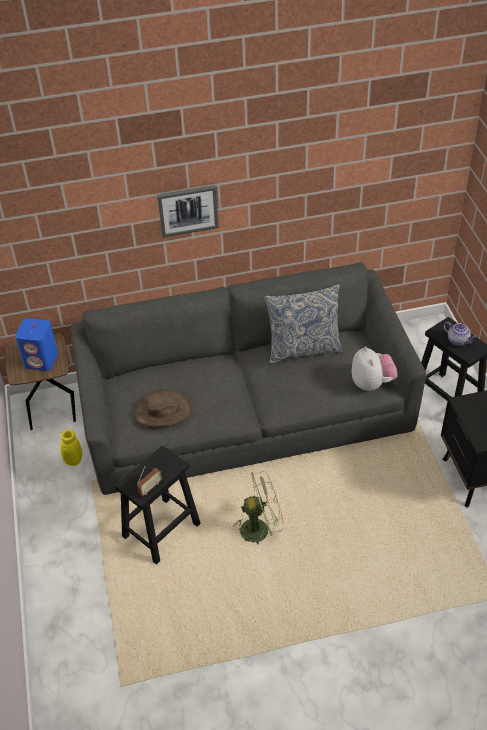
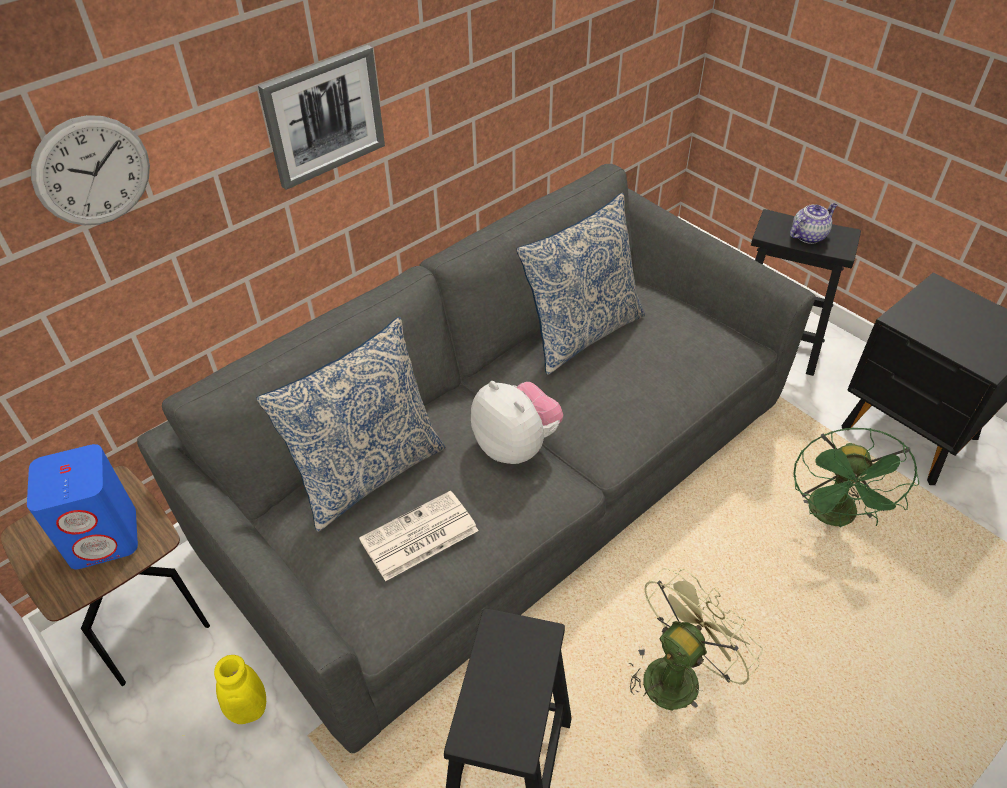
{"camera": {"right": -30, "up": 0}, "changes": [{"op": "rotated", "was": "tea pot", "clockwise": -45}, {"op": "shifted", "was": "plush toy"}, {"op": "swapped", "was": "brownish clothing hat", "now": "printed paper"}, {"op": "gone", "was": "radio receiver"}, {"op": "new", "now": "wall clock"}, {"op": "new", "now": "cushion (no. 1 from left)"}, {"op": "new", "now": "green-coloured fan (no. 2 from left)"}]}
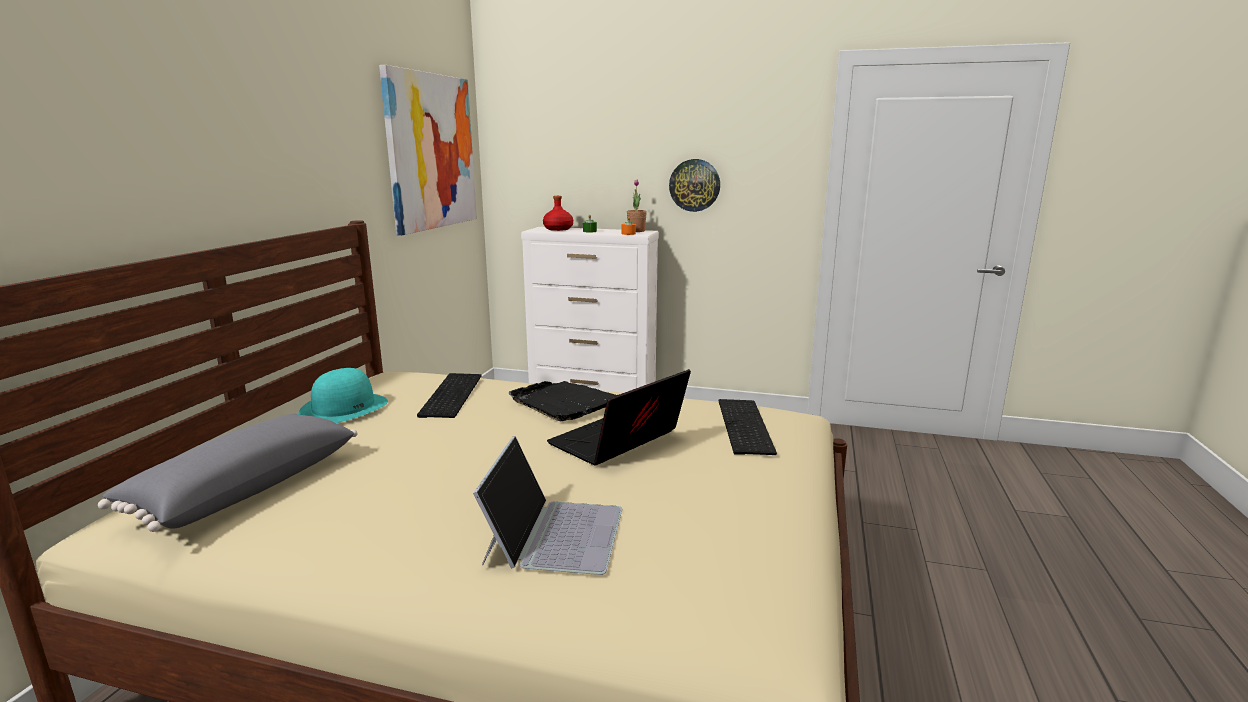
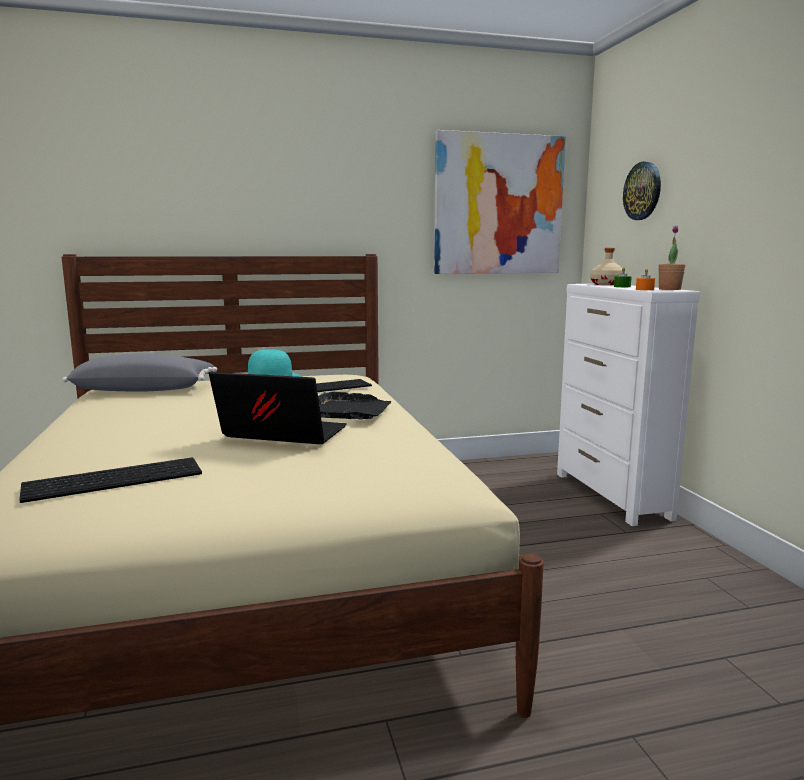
{"camera": {"right": 60, "up": -5}, "changes": [{"op": "shifted", "was": "wall clock"}, {"op": "repainted", "was": "red bottle", "now": "beige bottle"}, {"op": "shifted", "was": "PC keyboard (no. 2 from left in the first image)", "now": "PC keyboard (no. 1 from left)"}, {"op": "gone", "was": "portable computer (no. 1 from left)"}]}
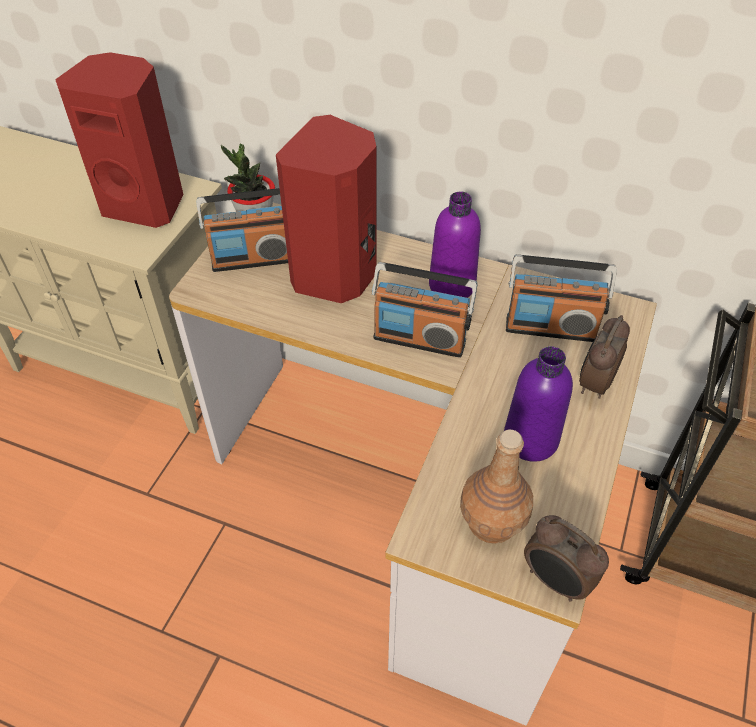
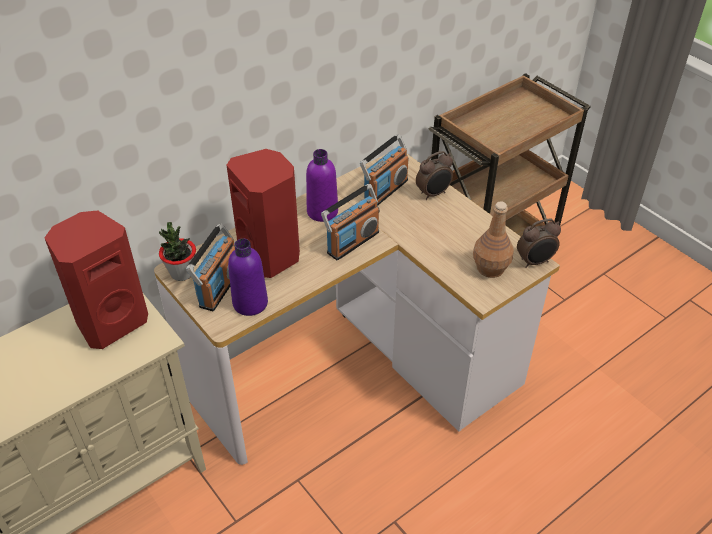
{"camera": {"right": -60, "up": -5}, "changes": [{"op": "rotated", "was": "bedside clock (no. 2 from left in the first image)", "clockwise": -90}, {"op": "shifted", "was": "purple-coloured bottle (no. 2 from left in the first image)", "now": "purple-coloured bottle (no. 1 from left)"}]}
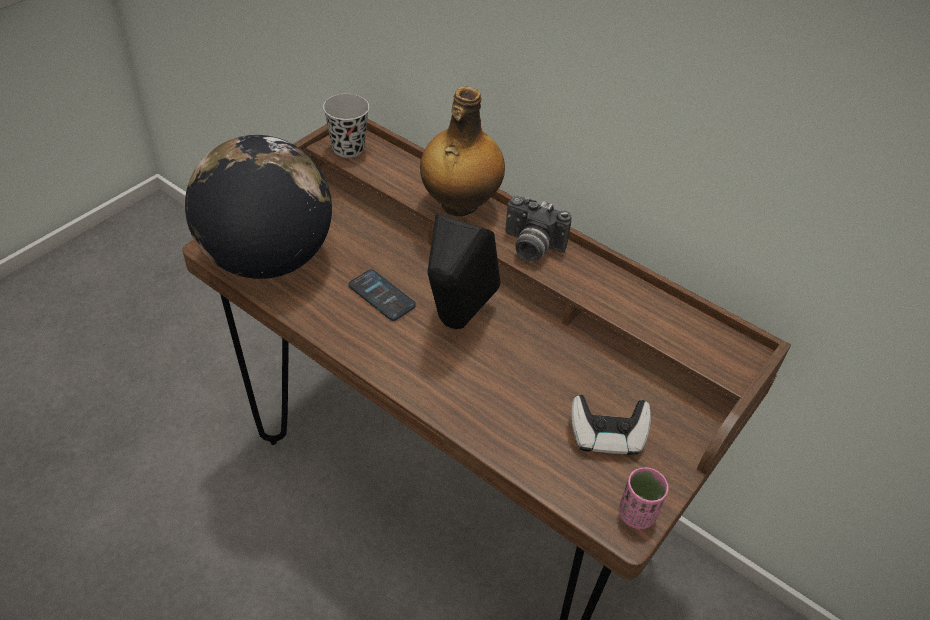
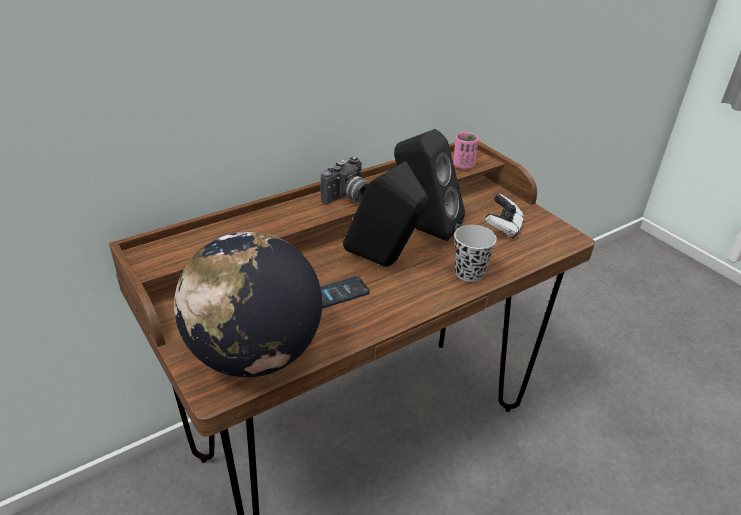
{"camera": {"right": -70, "up": -10}, "changes": [{"op": "gone", "was": "bottle"}, {"op": "shifted", "was": "blackish small cup"}, {"op": "shifted", "was": "pink-coloured small cup"}, {"op": "new", "now": "blackish loudspeaker (no. 2 from left)"}]}
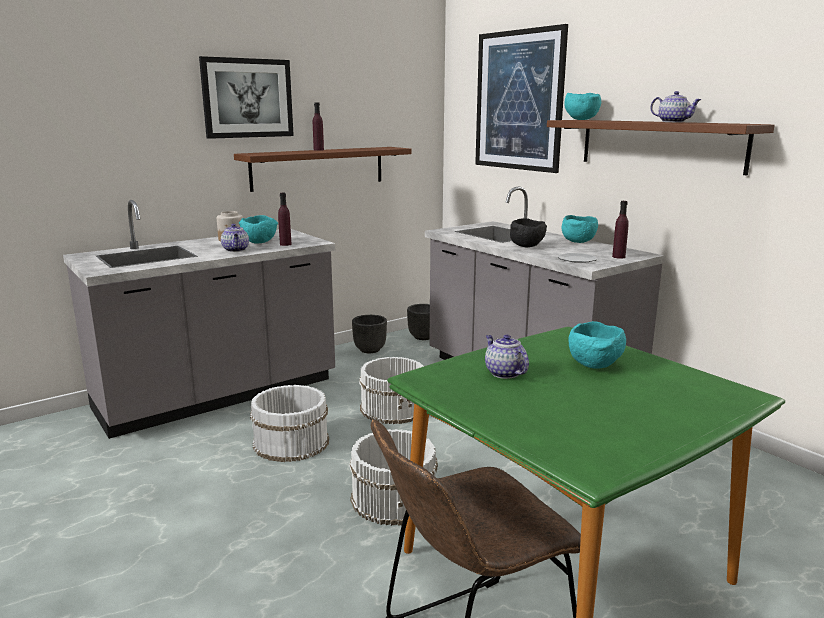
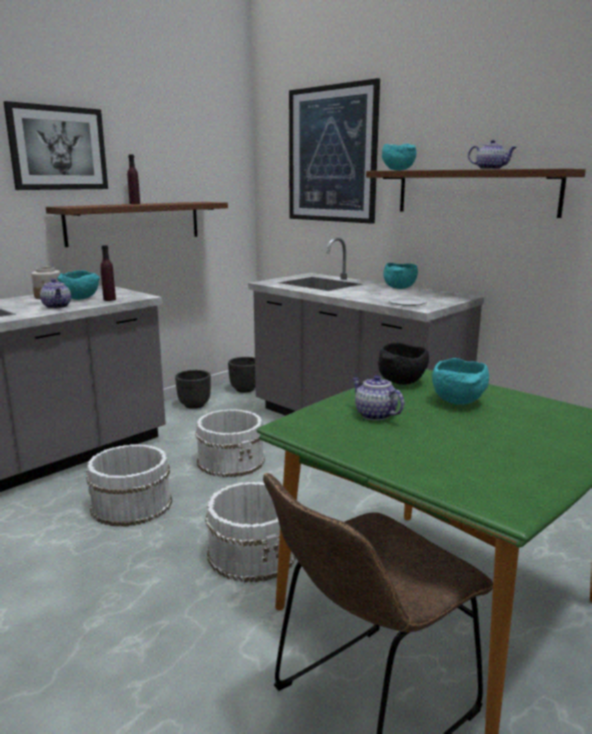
{"camera": {"right": -10, "up": 0}, "changes": [{"op": "gone", "was": "purple-coloured bottle (no. 3 from left)"}, {"op": "shifted", "was": "blackish bowl"}]}
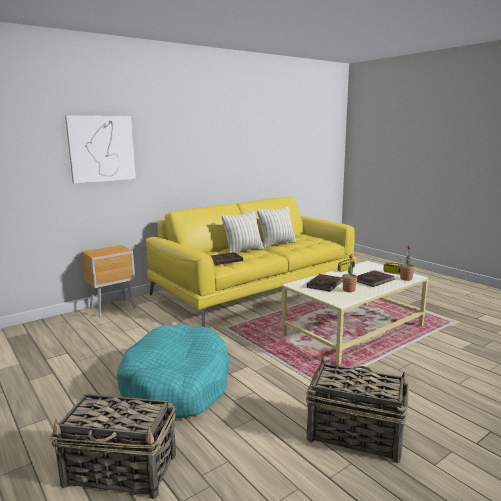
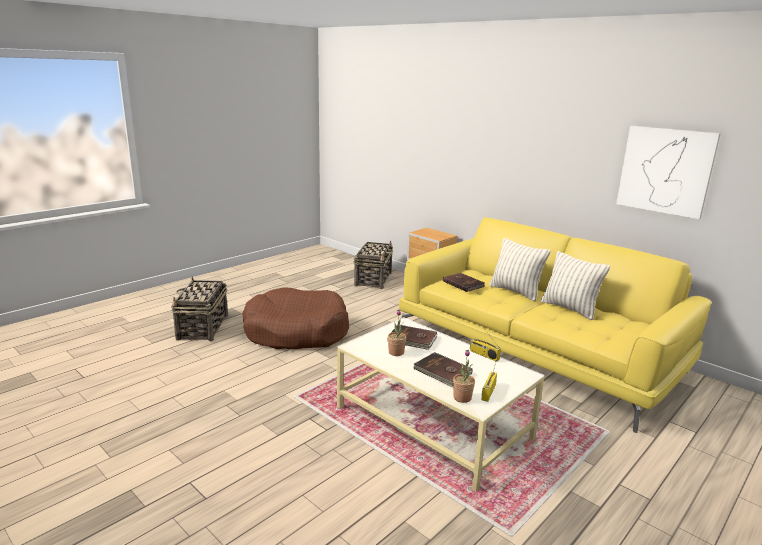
{"camera": {"right": 80, "up": 5}, "changes": [{"op": "shifted", "was": "picture"}, {"op": "repainted", "was": "turquoise-coloured pet bed", "now": "brownish pet bed"}, {"op": "shifted", "was": "storage basket (no. 2 from left)"}]}
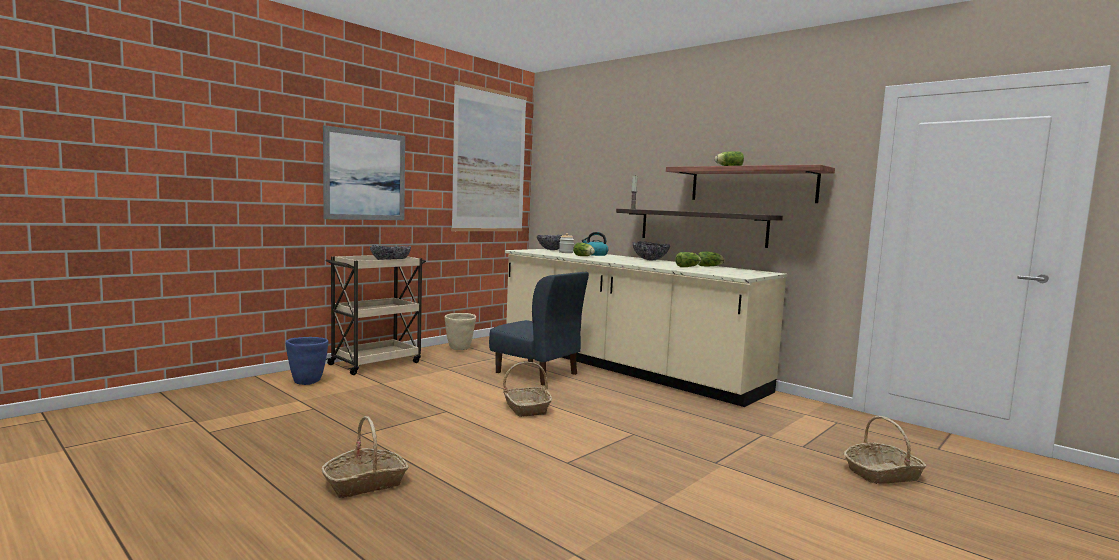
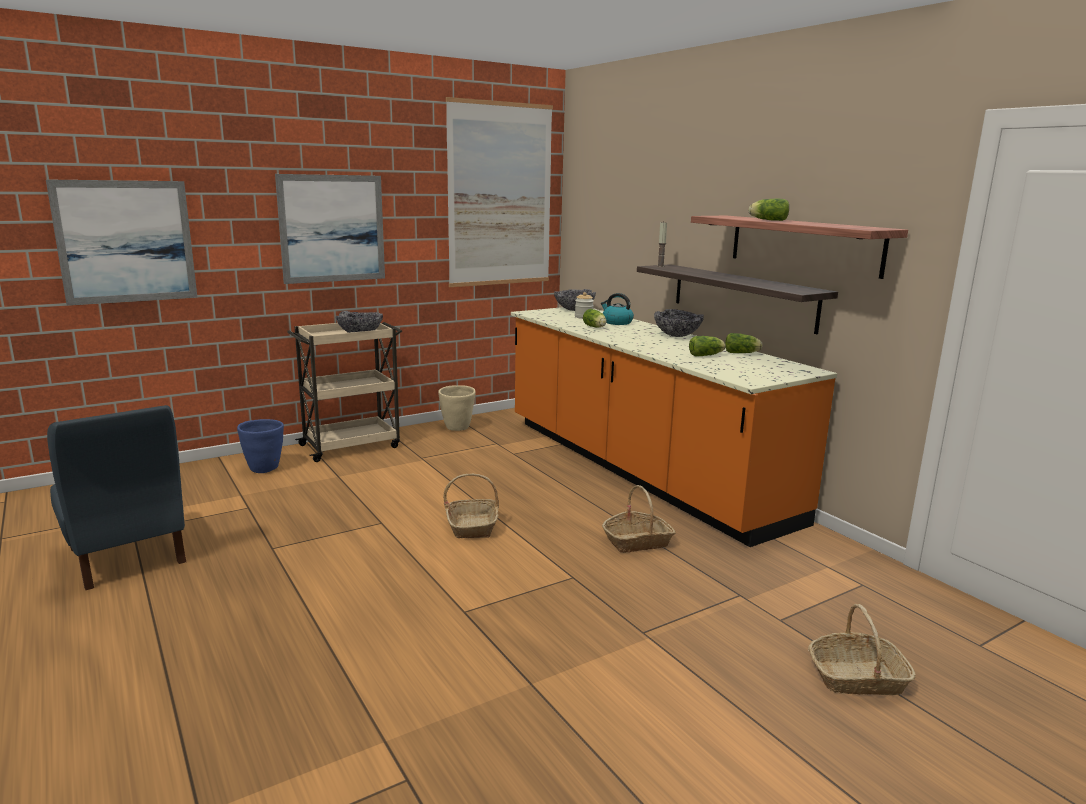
{"camera": {"right": 15, "up": 10}, "changes": [{"op": "repainted", "was": "beige counter", "now": "orangey counter"}, {"op": "shifted", "was": "bluish upright chair"}, {"op": "shifted", "was": "storage basket (no. 1 from left in the first image)", "now": "storage basket (no. 2 from left)"}, {"op": "new", "now": "picture (no. 1 from left)"}]}
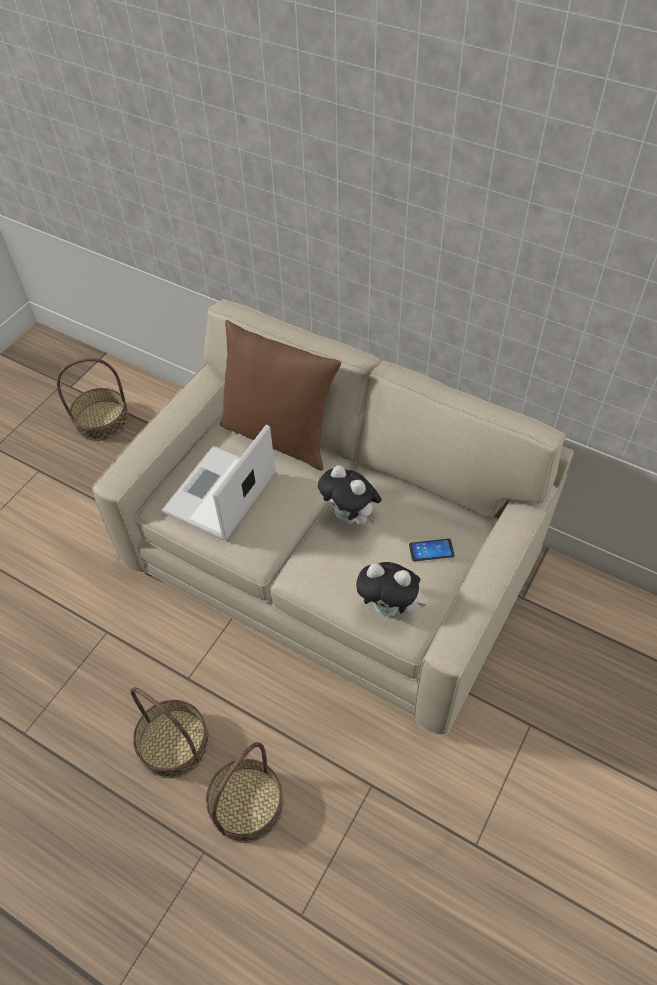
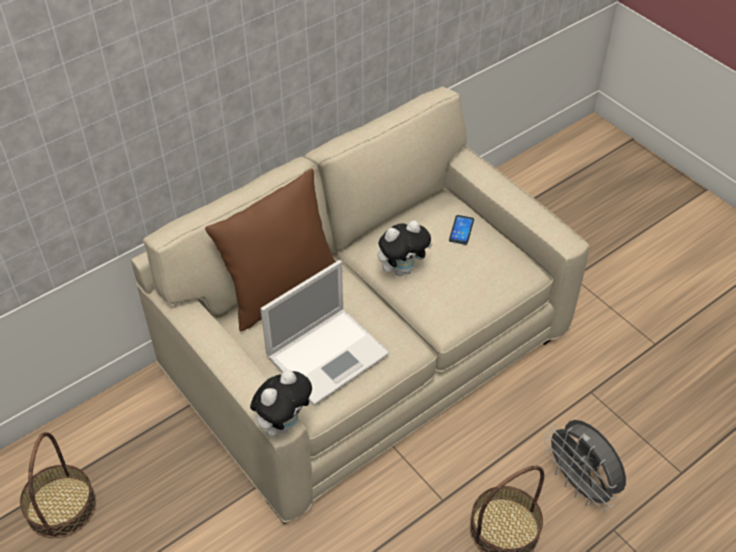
{"camera": {"right": -70, "up": -5}, "changes": [{"op": "rotated", "was": "portable computer", "clockwise": -90}, {"op": "shifted", "was": "plush toy (no. 2 from left in the first image)", "now": "plush toy (no. 1 from left)"}, {"op": "swapped", "was": "storage basket (no. 3 from left)", "now": "grey fan"}]}
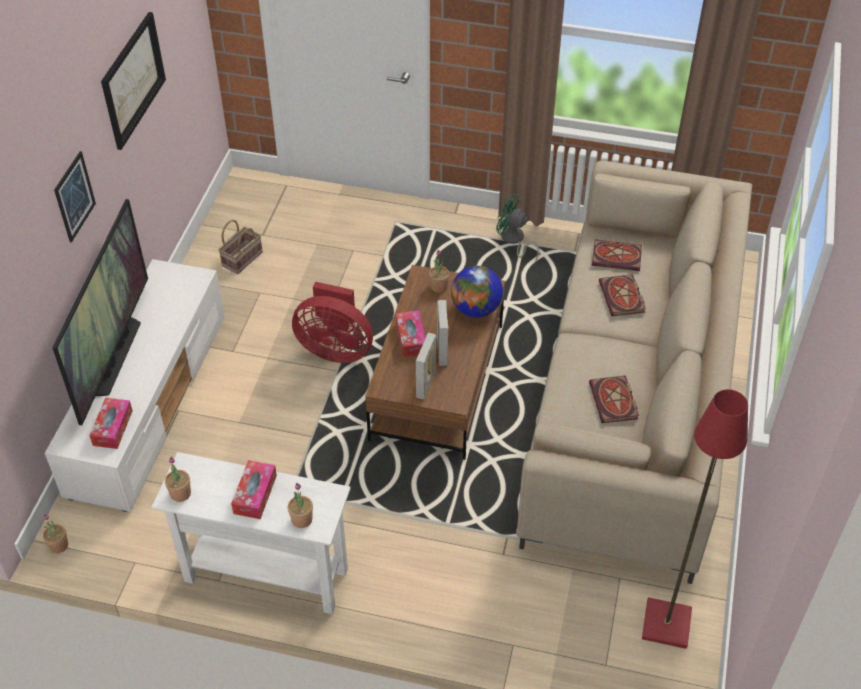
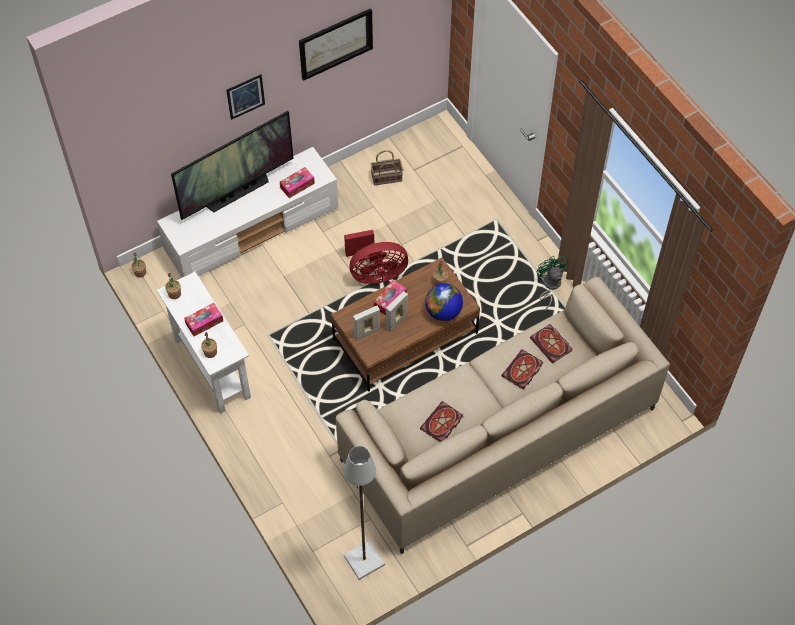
{"camera": {"right": 45, "up": 10}, "changes": [{"op": "rotated", "was": "red fan", "clockwise": -75}, {"op": "repainted", "was": "red standard lamp", "now": "grey standard lamp"}, {"op": "shifted", "was": "tissue box (no. 1 from left in the first image)", "now": "tissue box (no. 2 from left)"}]}
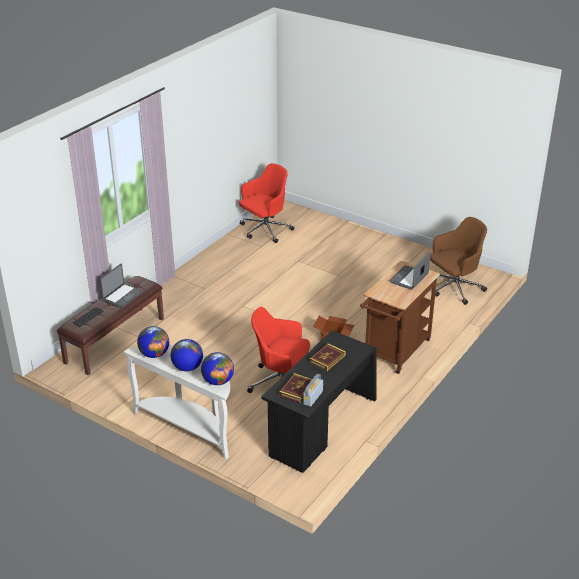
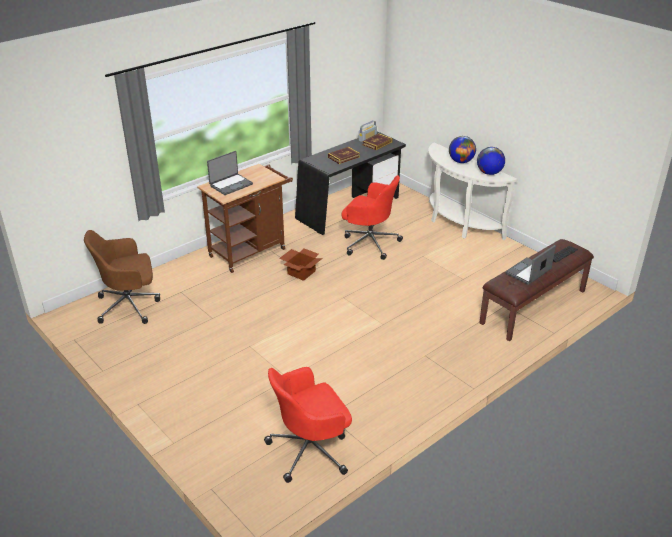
{"camera": {"right": -165, "up": 0}, "changes": [{"op": "gone", "was": "desk globe (no. 3 from left)"}]}
